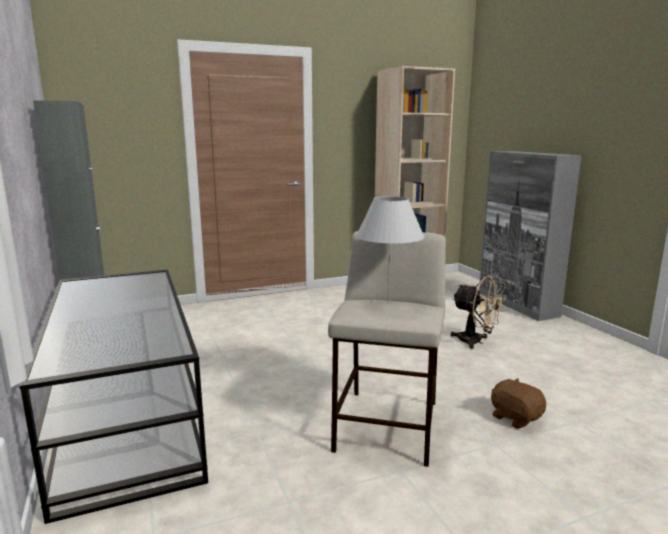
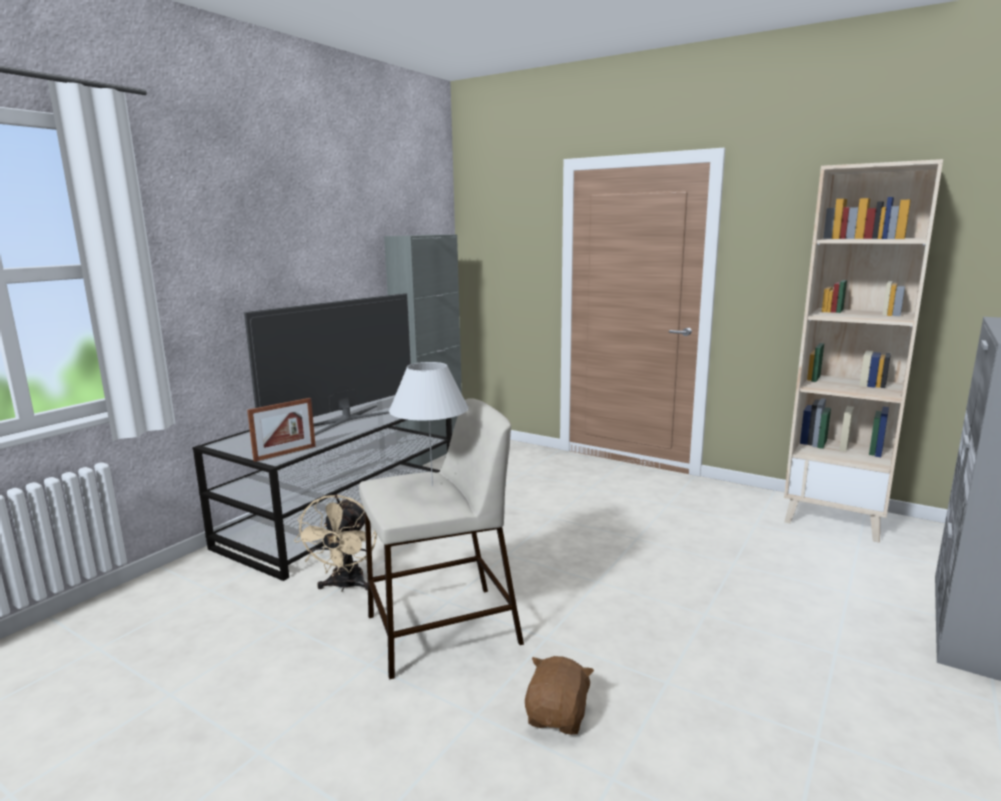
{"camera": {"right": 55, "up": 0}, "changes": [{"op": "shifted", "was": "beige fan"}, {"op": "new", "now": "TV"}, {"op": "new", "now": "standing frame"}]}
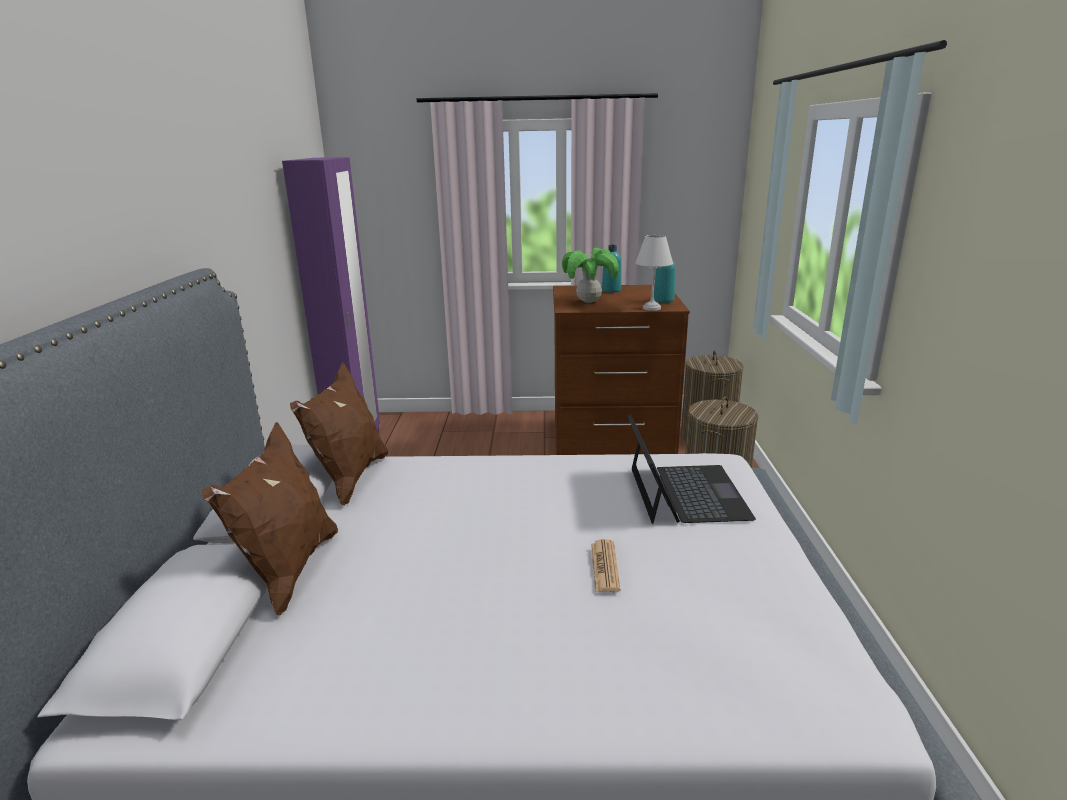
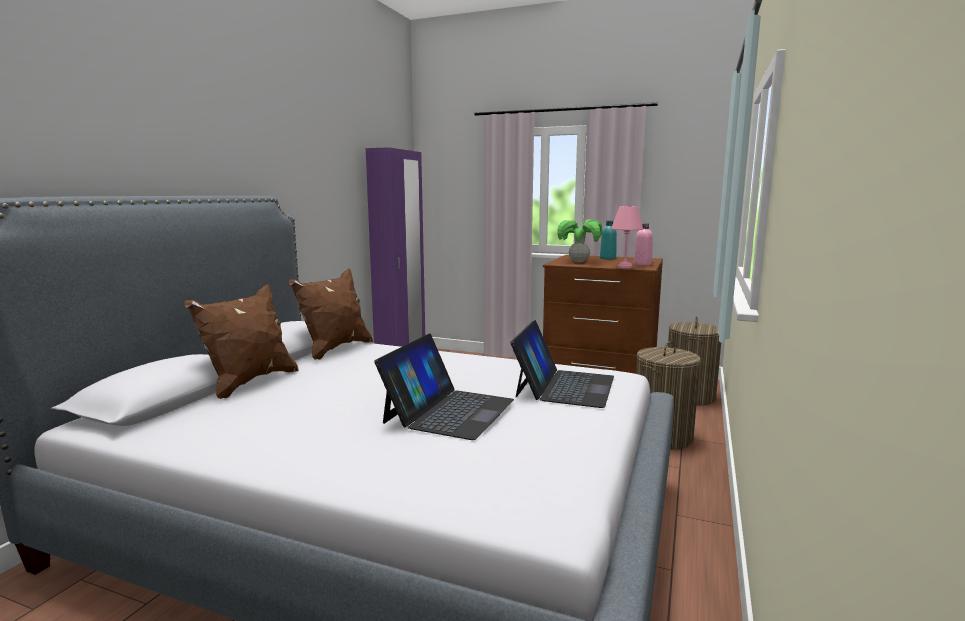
{"camera": {"right": 20, "up": -10}, "changes": [{"op": "repainted", "was": "white lamp for a table", "now": "pink-coloured lamp for a table"}, {"op": "repainted", "was": "turquoise-coloured bottle (no. 2 from left)", "now": "pink-coloured bottle"}, {"op": "swapped", "was": "printed paper", "now": "portable computer (no. 1 from left)"}]}
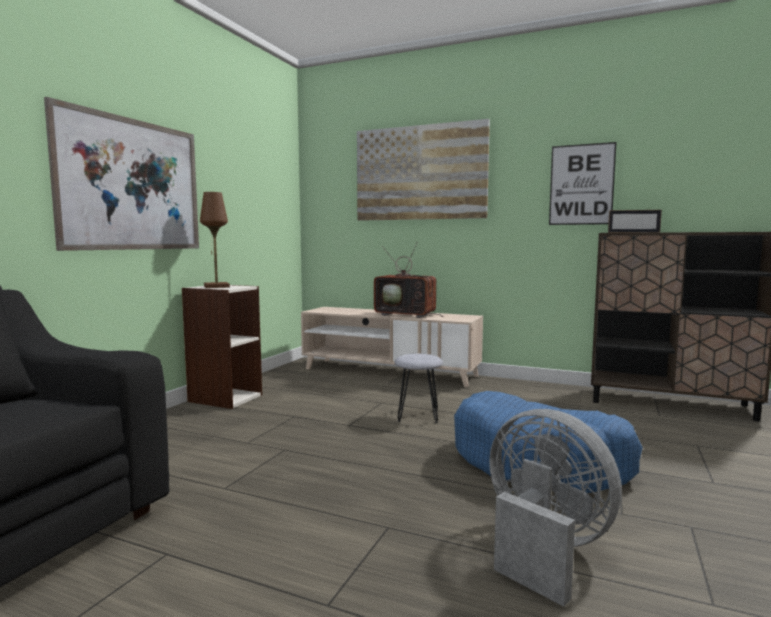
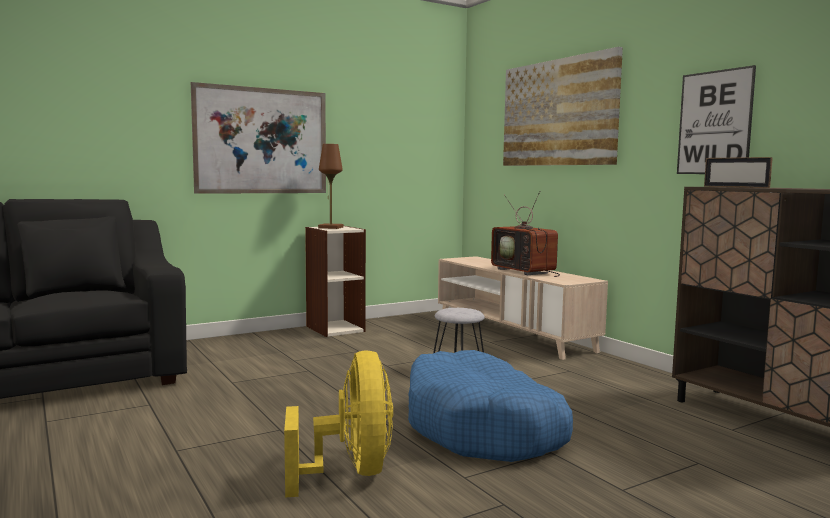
{"camera": {"right": 35, "up": 0}, "changes": [{"op": "repainted", "was": "grey fan", "now": "yellow-coloured fan"}]}
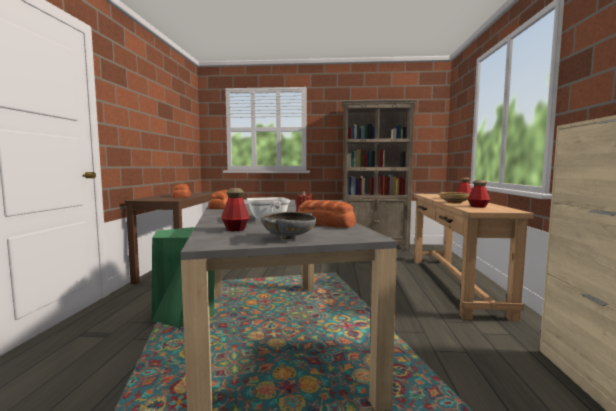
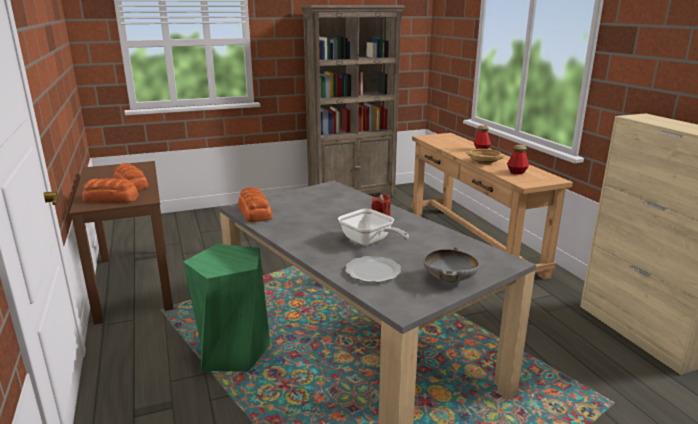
{"camera": {"right": -25, "up": 15}, "changes": [{"op": "swapped", "was": "bottle (no. 1 from left)", "now": "plate"}, {"op": "shifted", "was": "baked bread (no. 3 from left in the first image)", "now": "baked bread (no. 1 from left)"}]}
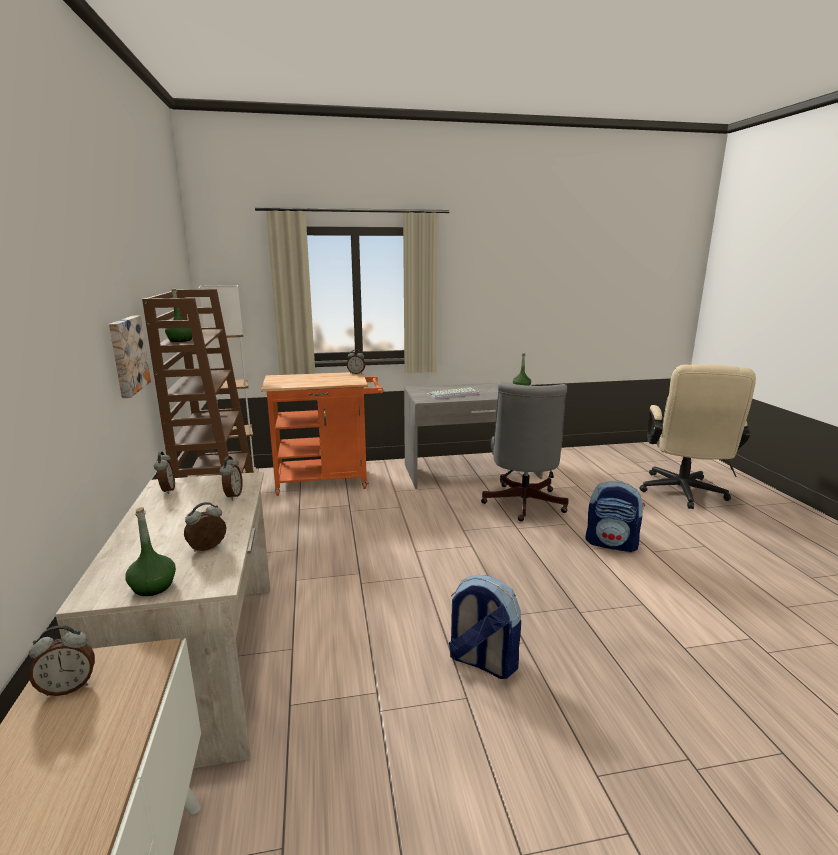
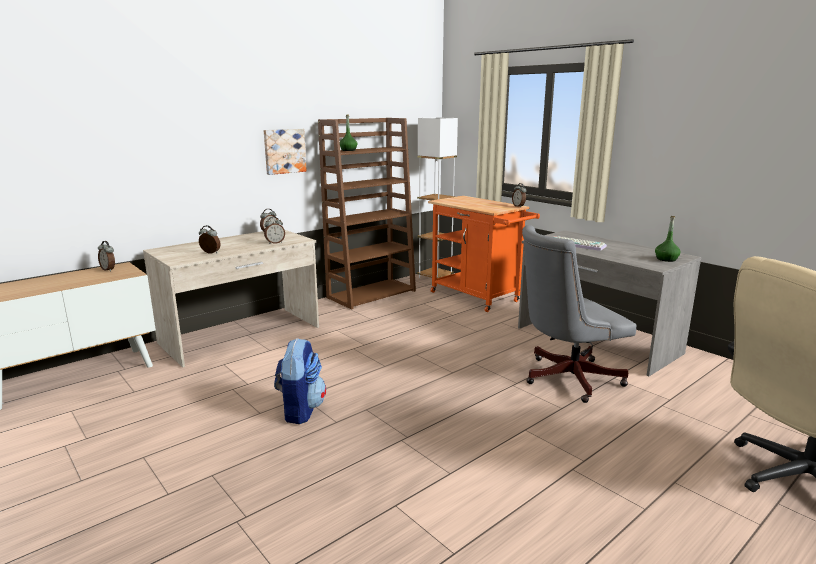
{"camera": {"right": 60, "up": 0}, "changes": [{"op": "gone", "was": "knapsack (no. 2 from left)"}, {"op": "gone", "was": "green-coloured bottle (no. 1 from left)"}]}
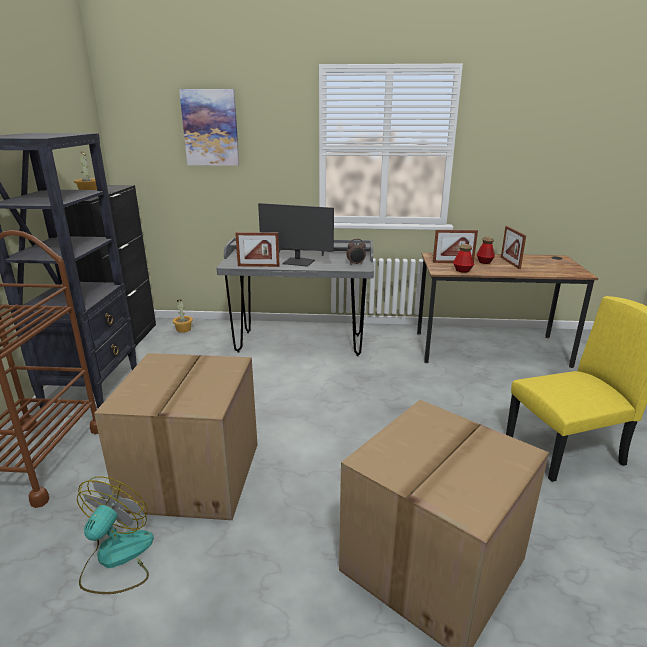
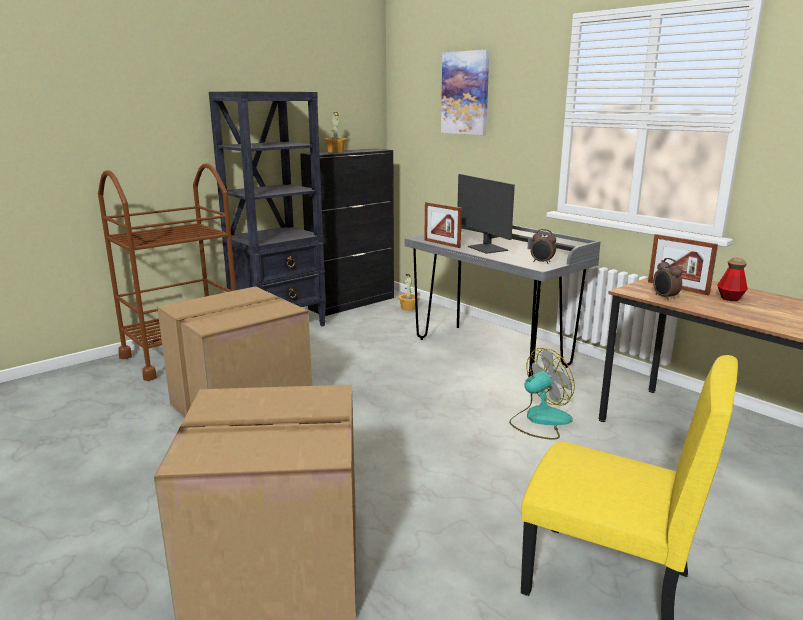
{"camera": {"right": 45, "up": -5}, "changes": [{"op": "gone", "was": "standing frame (no. 3 from left)"}, {"op": "swapped", "was": "bottle (no. 1 from left)", "now": "bedside clock (no. 2 from left)"}, {"op": "shifted", "was": "fan"}]}
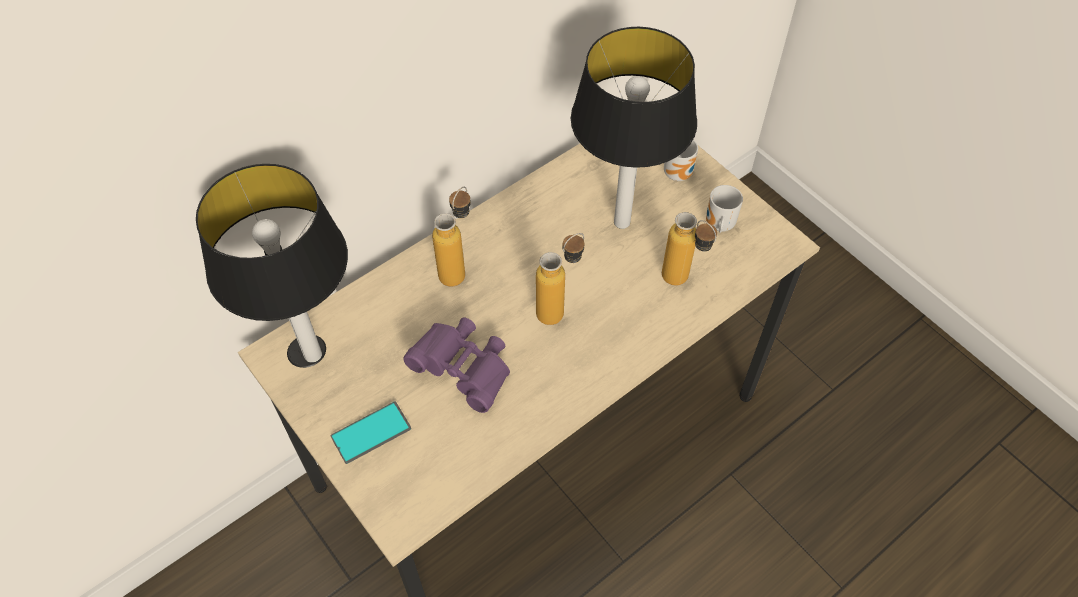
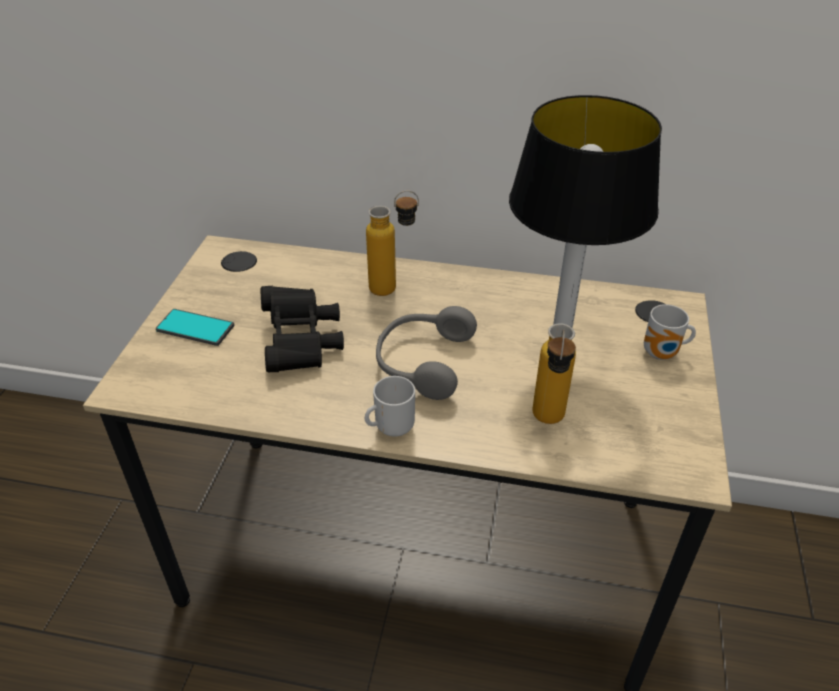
{"camera": {"right": 50, "up": -15}, "changes": [{"op": "gone", "was": "lamp for a table (no. 1 from left)"}, {"op": "shifted", "was": "coffee mug (no. 2 from left in the first image)", "now": "coffee mug (no. 1 from left)"}, {"op": "swapped", "was": "bottle (no. 2 from left)", "now": "grey headphones"}, {"op": "repainted", "was": "purple-coloured field glasses", "now": "blackish field glasses"}]}
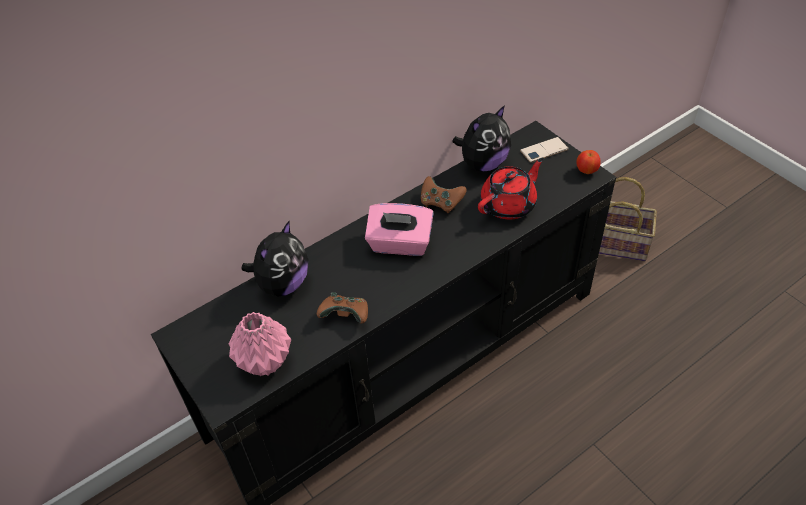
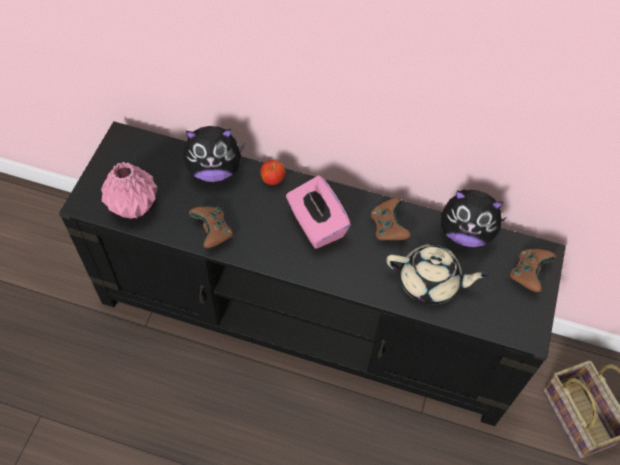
{"camera": {"right": 50, "up": 10}, "changes": [{"op": "swapped", "was": "telephone", "now": "brownish gamepad (no. 3 from left)"}, {"op": "shifted", "was": "apple fruit"}, {"op": "repainted", "was": "red tea pot", "now": "beige tea pot"}]}
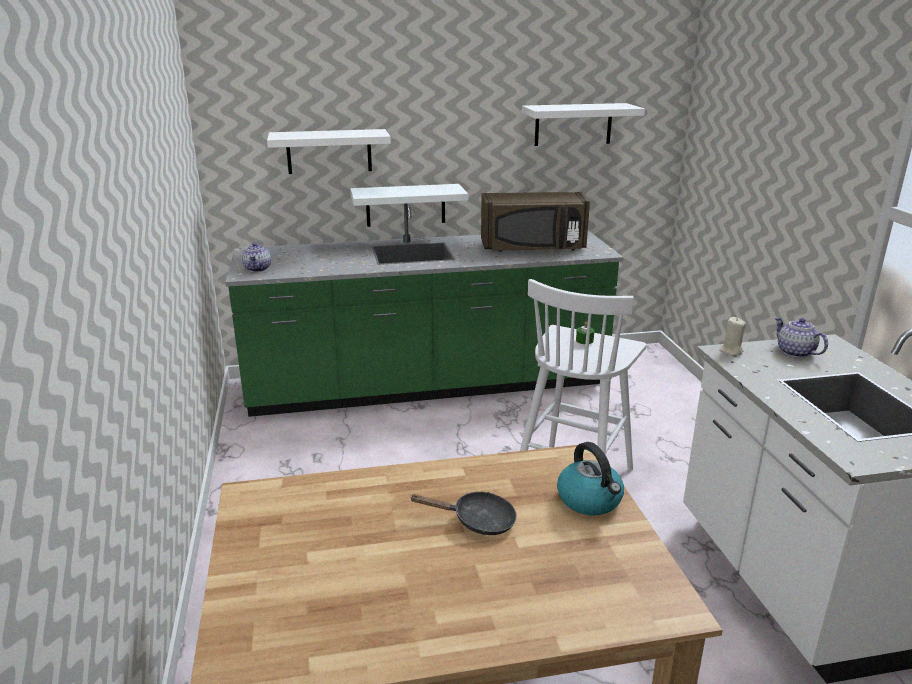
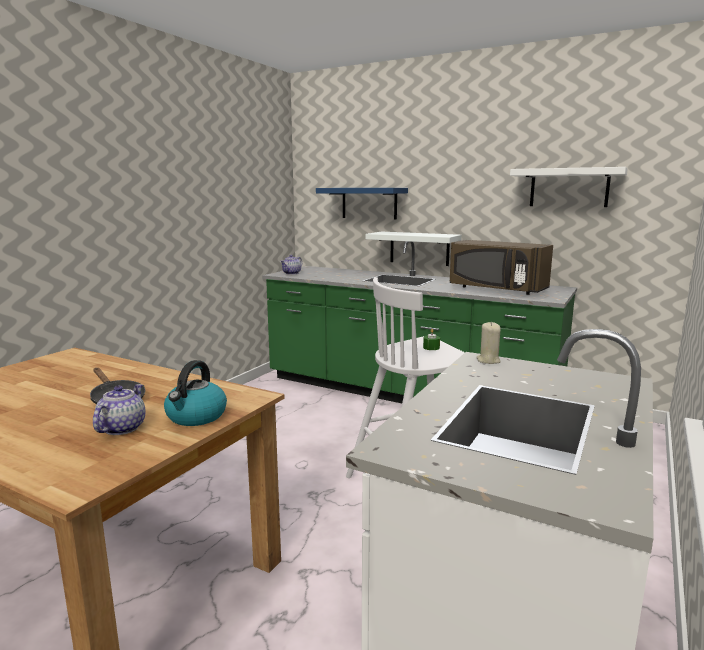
{"camera": {"right": 40, "up": -10}, "changes": [{"op": "repainted", "was": "white wall shelf (no. 1 from left)", "now": "bluish wall shelf"}, {"op": "shifted", "was": "tea pot (no. 2 from left in the first image)", "now": "tea pot (no. 1 from left)"}]}
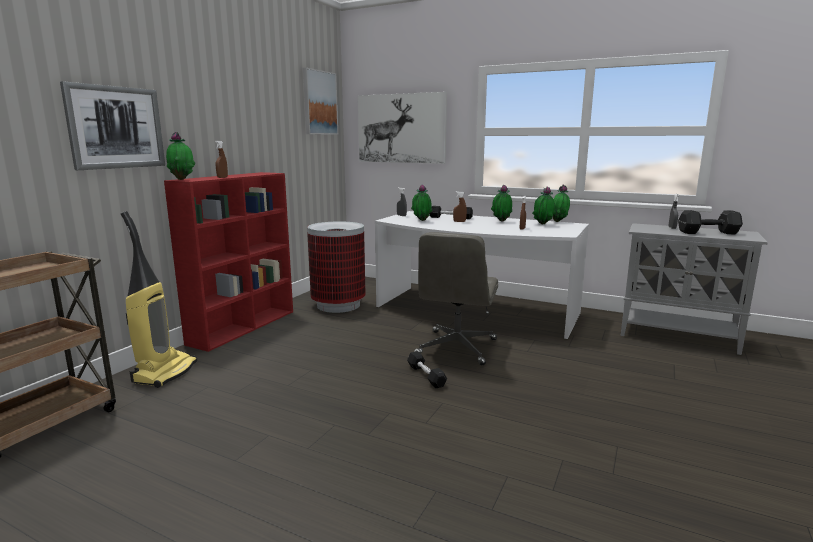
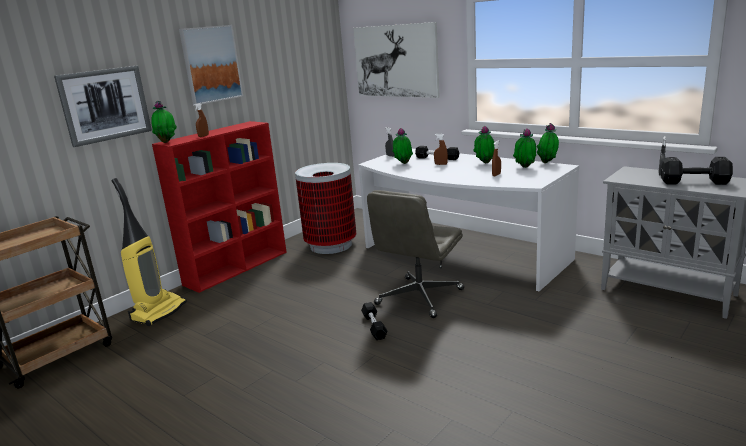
{"camera": {"right": 15, "up": 5}, "changes": [{"op": "shifted", "was": "picture (no. 2 from left)"}]}
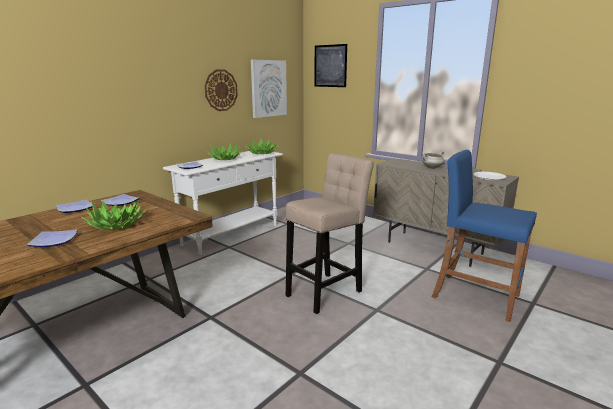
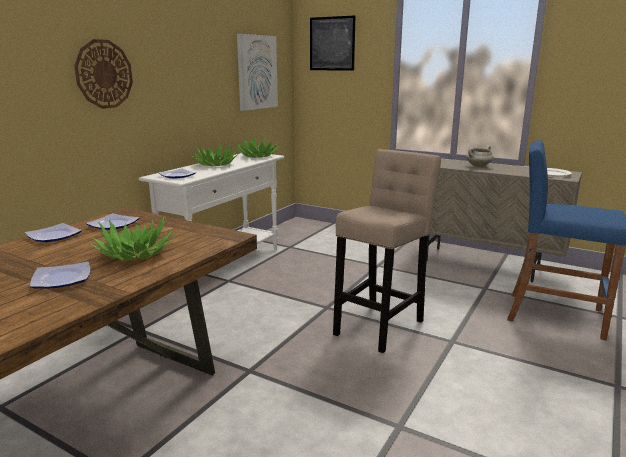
{"camera": {"right": -10, "up": 0}, "changes": [{"op": "shifted", "was": "wall clock"}]}
